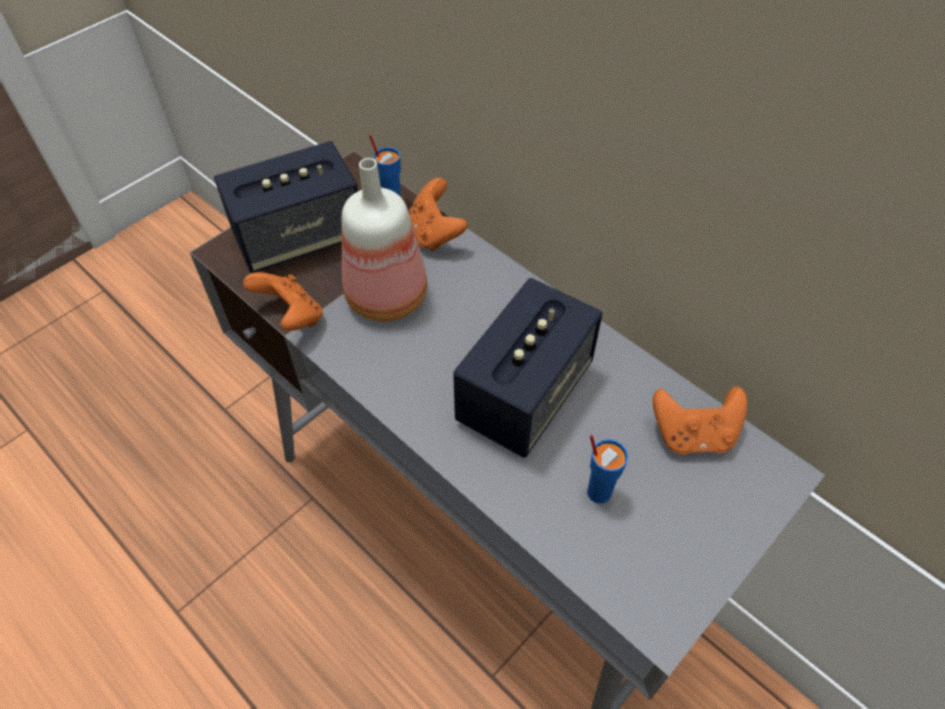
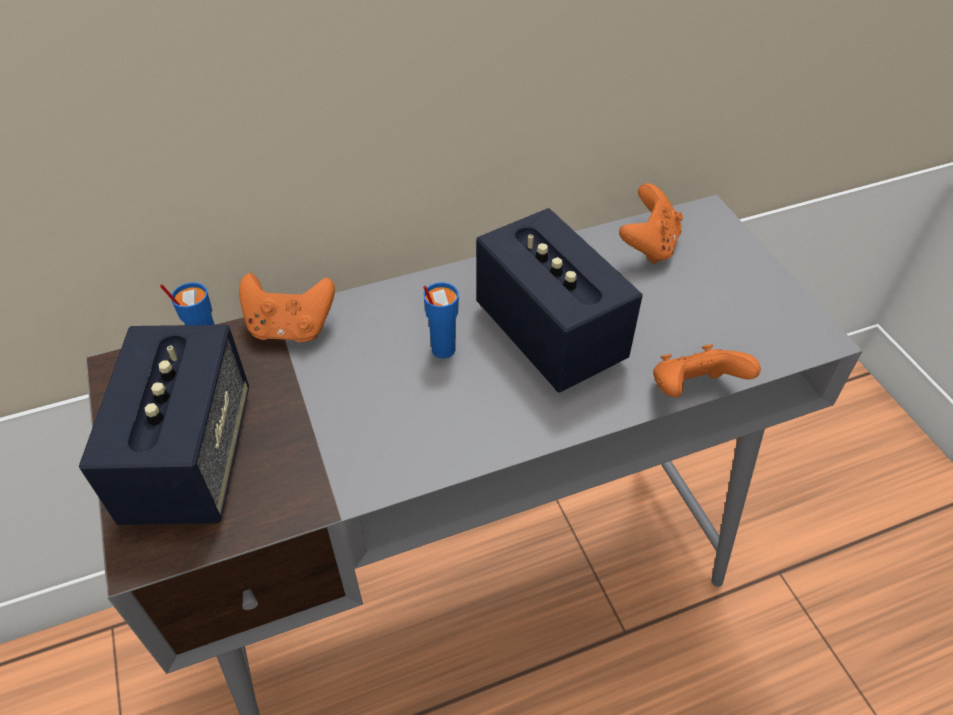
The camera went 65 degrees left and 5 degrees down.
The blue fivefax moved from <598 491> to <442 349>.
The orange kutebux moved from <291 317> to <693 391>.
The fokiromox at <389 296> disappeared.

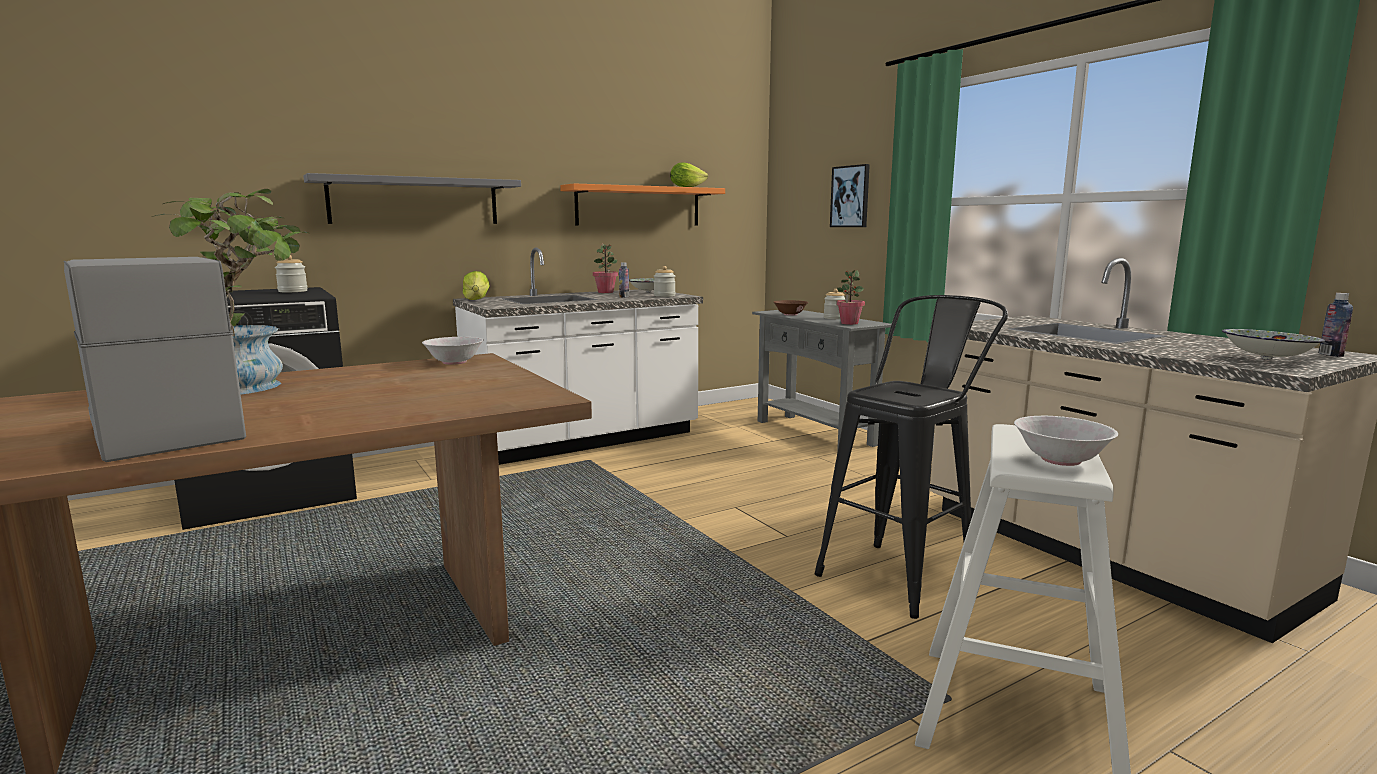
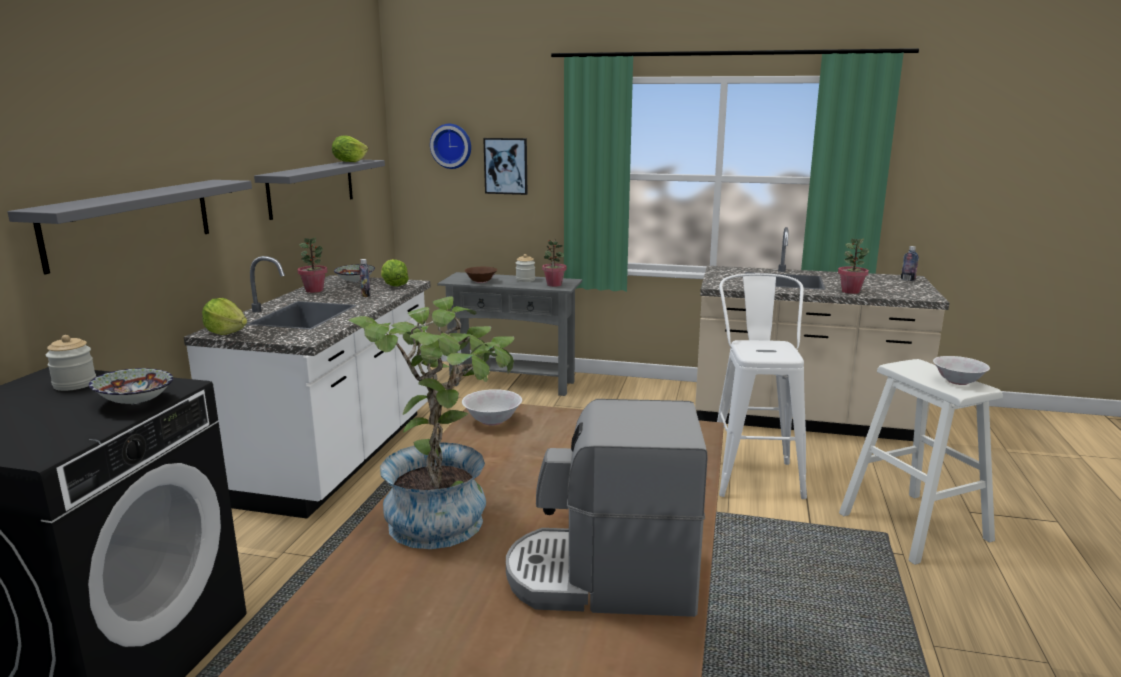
The camera went 45 degrees left and 5 degrees up.
The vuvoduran moved from <1266 359> to <134 403>.
The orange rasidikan at <639 206> became the grey rasidikan at <312 187>.
The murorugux at <664 295> was replaced by the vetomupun at <394 286>.
The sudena at <452 146> appeared.
The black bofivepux at <904 574> became the white bofivepux at <754 473>.
The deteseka at <850 291> appeared.

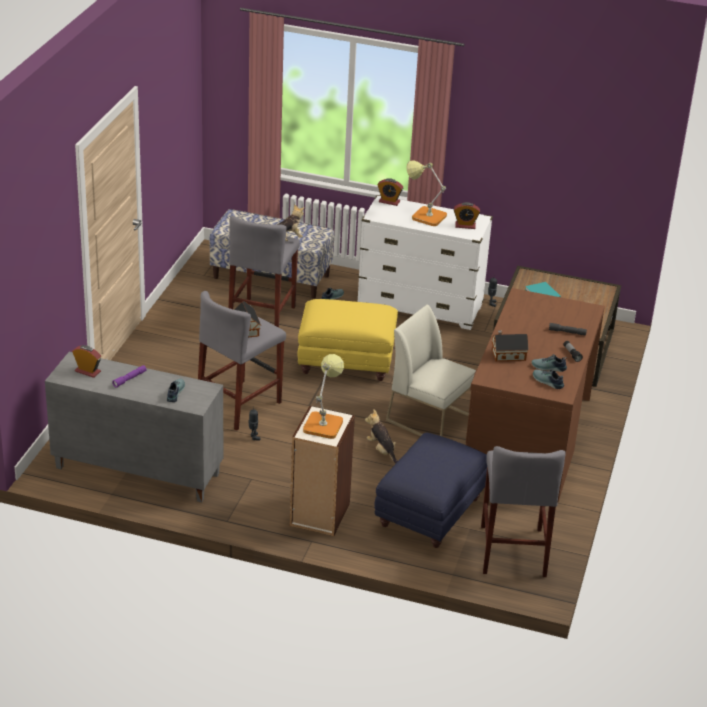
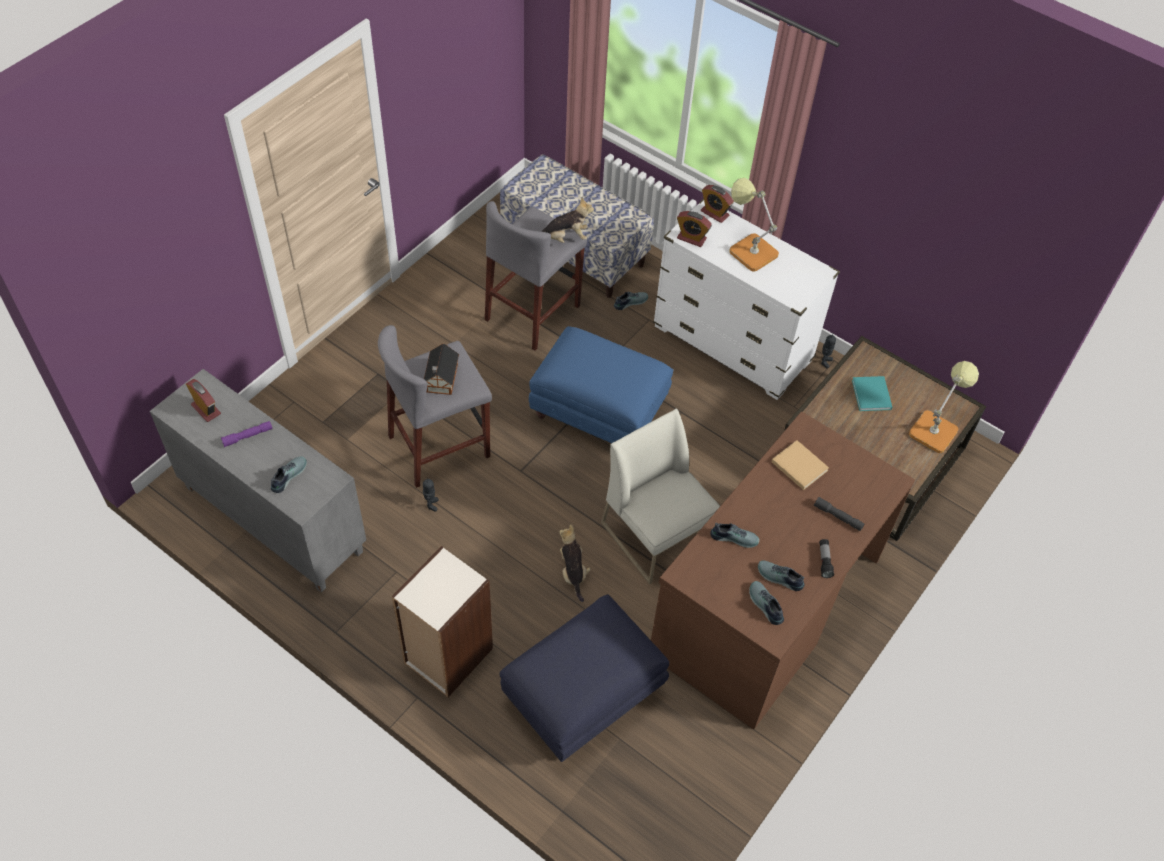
The camera went 20 degrees right and 20 degrees up.
The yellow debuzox at <347 362> became the blue debuzox at <599 412>.
The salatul moved from <465 225> to <691 238>.
The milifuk at <507 355> was replaced by the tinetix at <734 537>.
The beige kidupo at <798 465> appeared.
The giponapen moved from <324 423> to <935 428>.
The grey bofivepux at <512 551> disappeared.

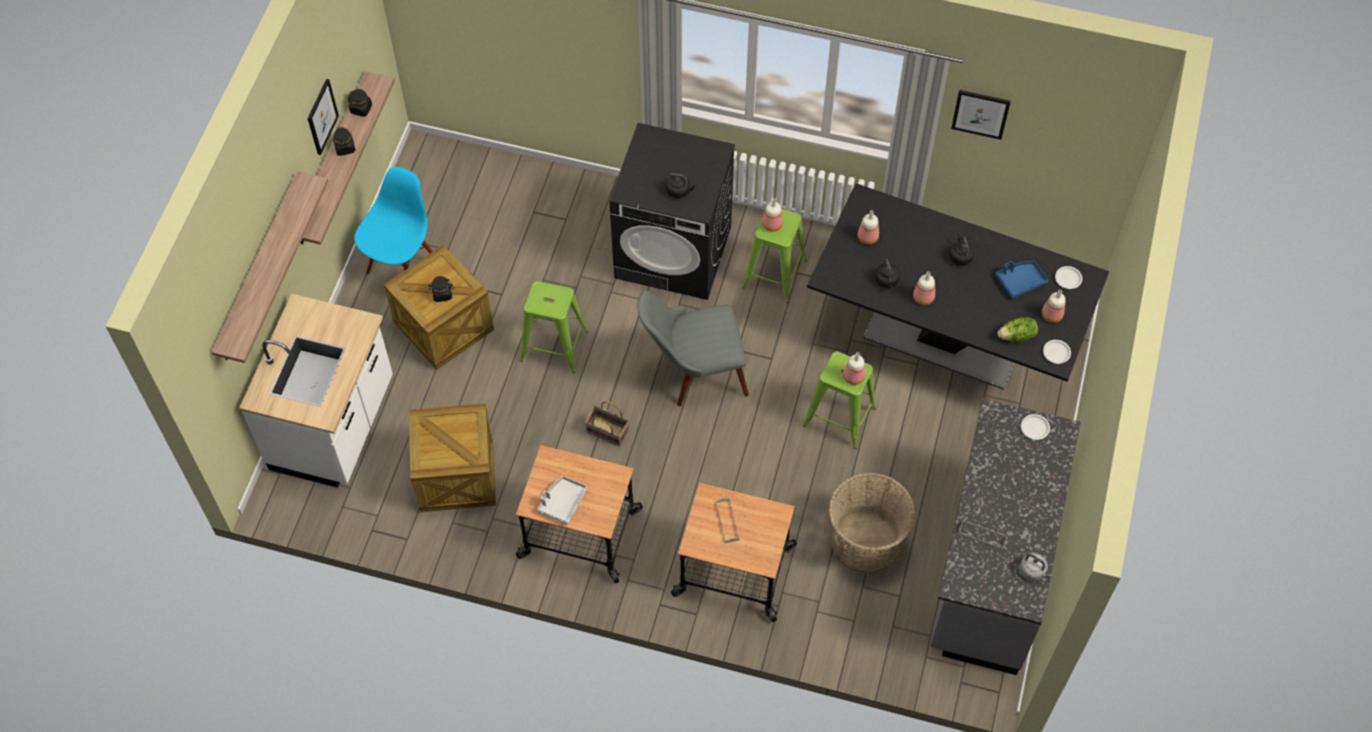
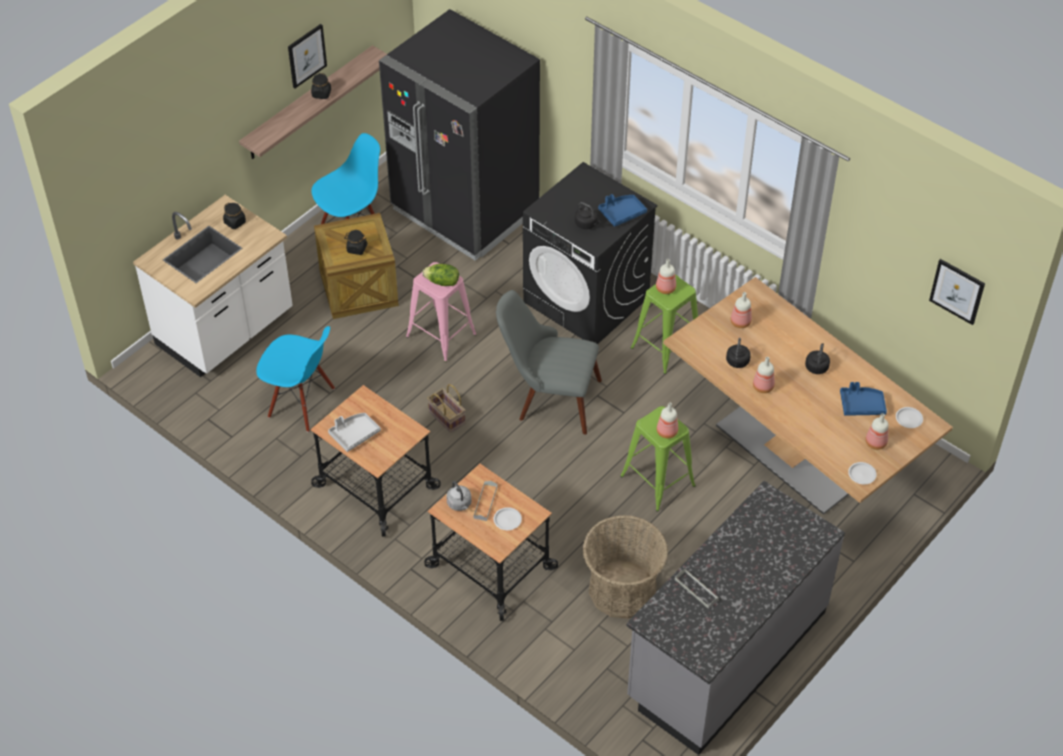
The camera went 25 degrees right and 10 degrees down.
The black murorugux moved from <361 109> to <235 222>.
The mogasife at <456 475> was replaced by the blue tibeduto at <301 403>.
The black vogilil at <465 210> appeared.
The green bofivepux at <554 346> became the pink bofivepux at <441 336>.
The vetomupun moved from <1017 336> to <442 282>.
The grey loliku moved from <1033 571> to <460 504>.
The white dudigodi moved from <1034 428> to <507 520>.
The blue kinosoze at <622 213> appeared.
The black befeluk at <944 336> became the beige befeluk at <793 451>.
The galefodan moved from <980 113> to <957 291>.
The rasidikan at <259 269> disappeared.

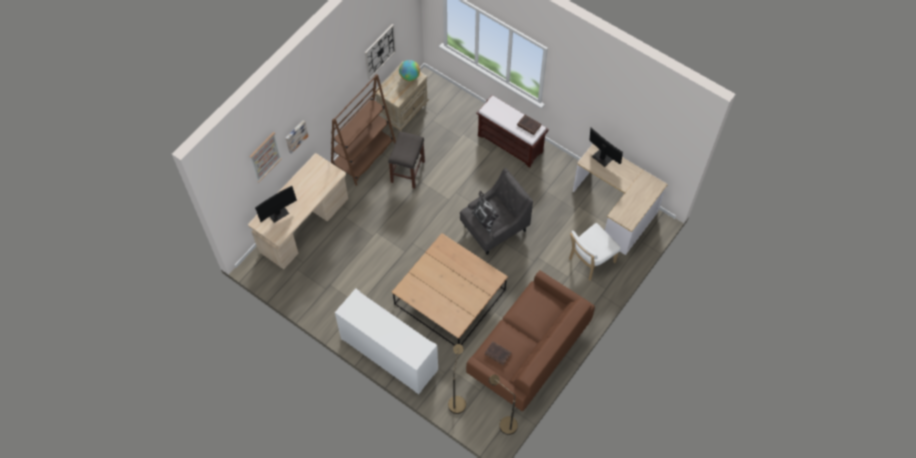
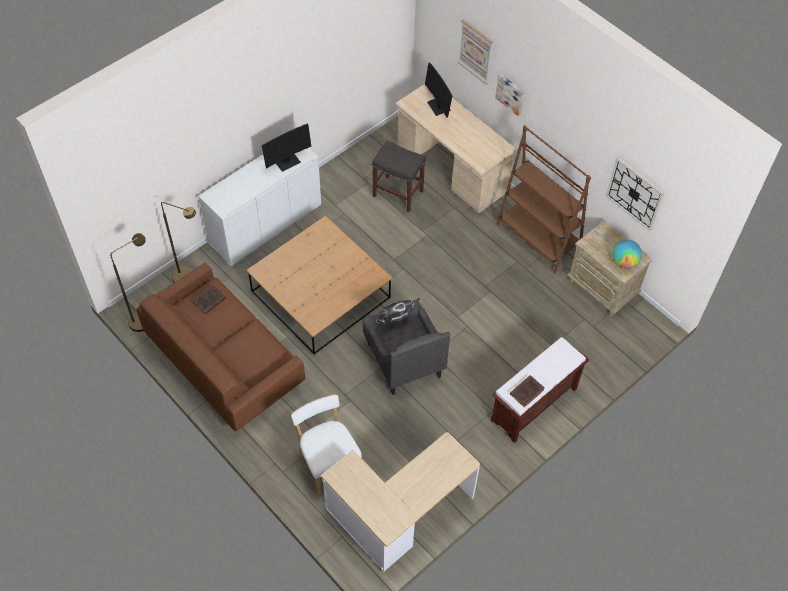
The camera went 100 degrees right and 5 degrees down.
The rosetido moved from <602 158> to <287 162>.
The grey bofivepux moved from <408 172> to <397 193>.

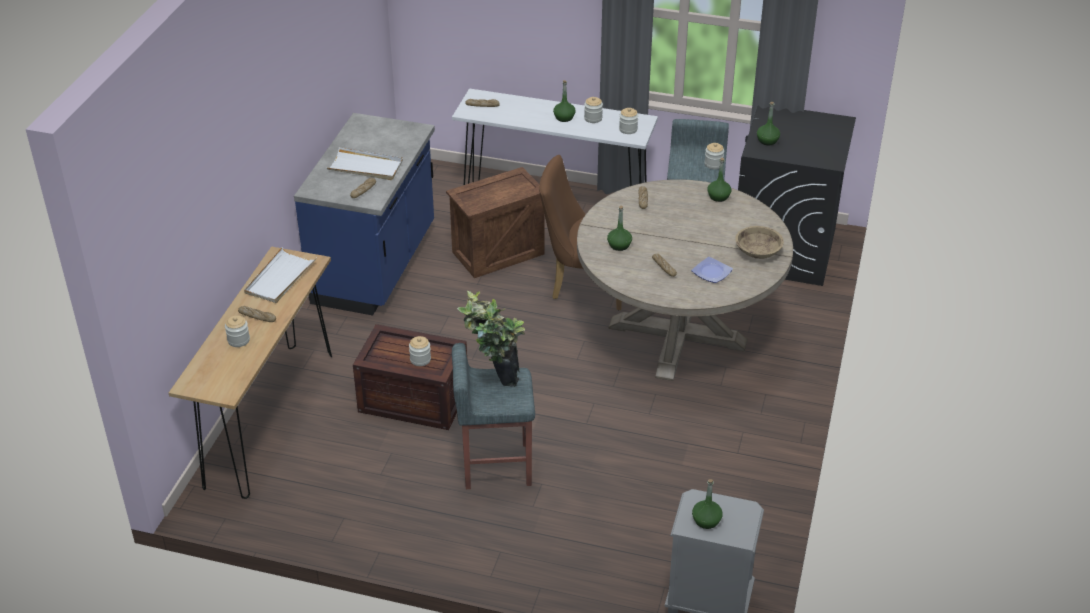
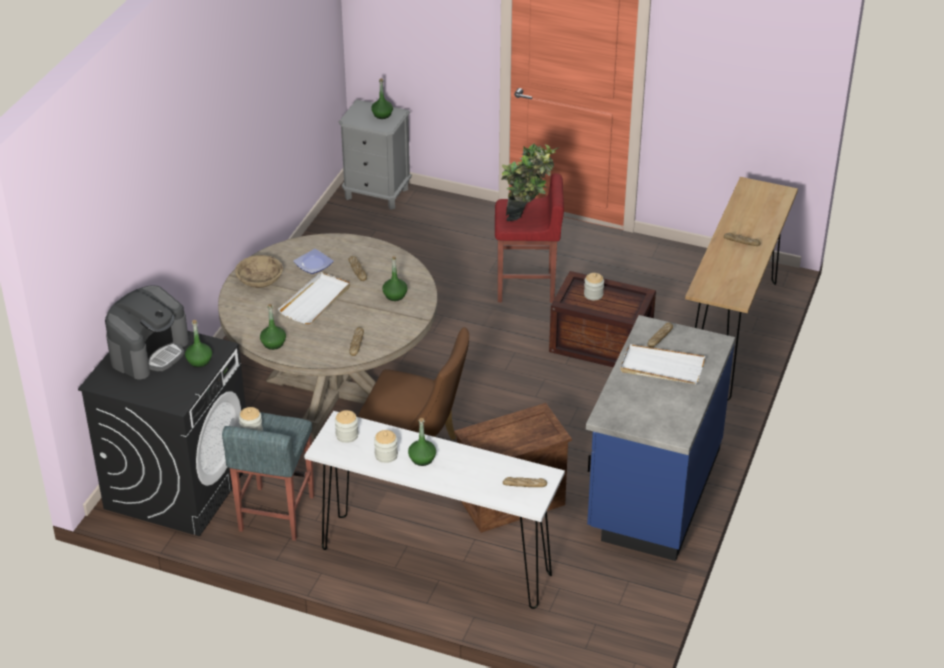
The camera went 175 degrees left and 0 degrees up.
The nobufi at <149 352> appeared.
The white kinosoze moved from <280 278> to <315 300>.
The grey bofivepux at <495 466> became the red bofivepux at <527 287>.
The murorugux at <238 340> disappeared.

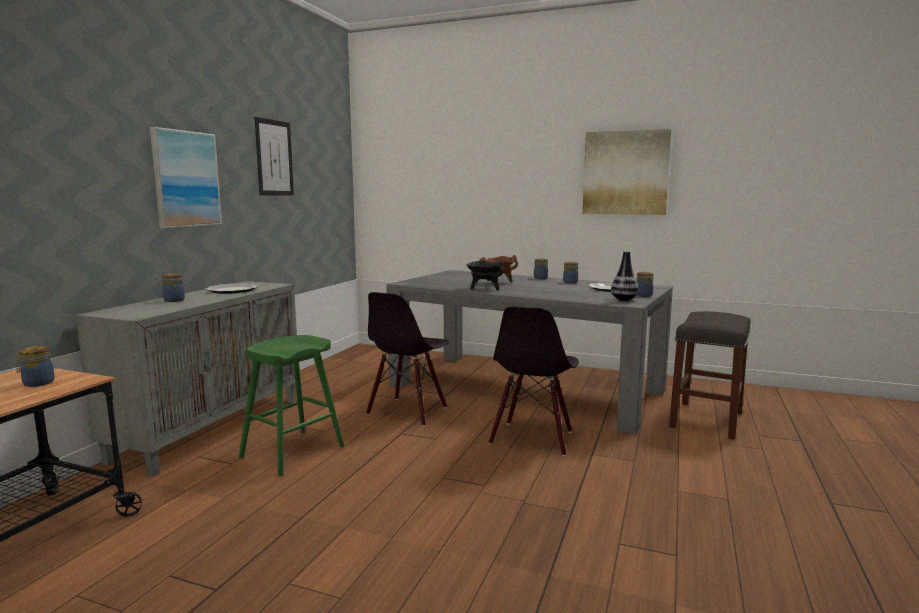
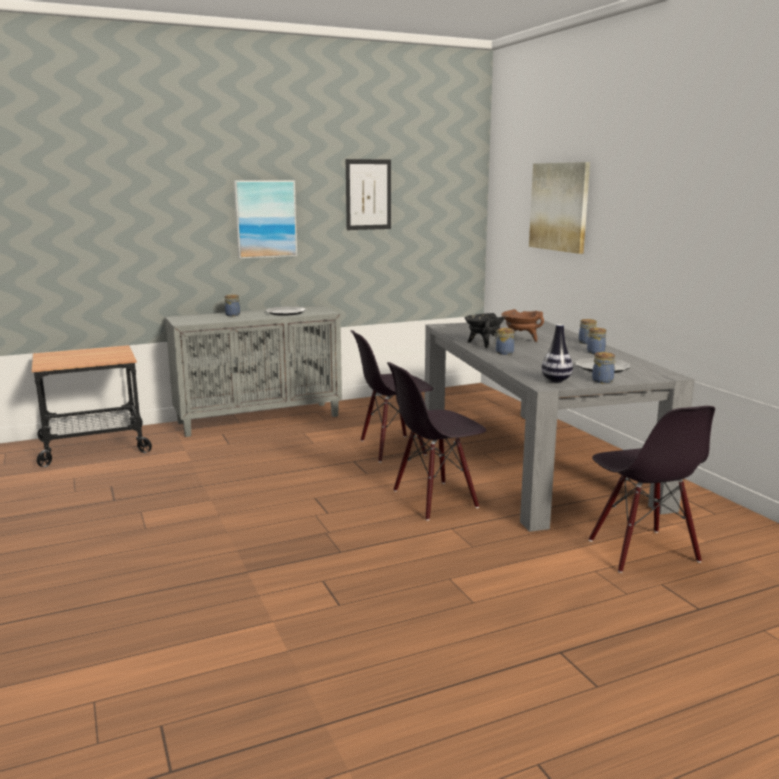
The camera went 45 degrees right and 5 degrees up.
The murorugux moved from <37 383> to <503 353>.
The galefodan moved from <625 173> to <559 207>.
The grey bofivepux at <707 420> was replaced by the black tibeduto at <641 551>.
The green bofivepux at <292 452> disappeared.

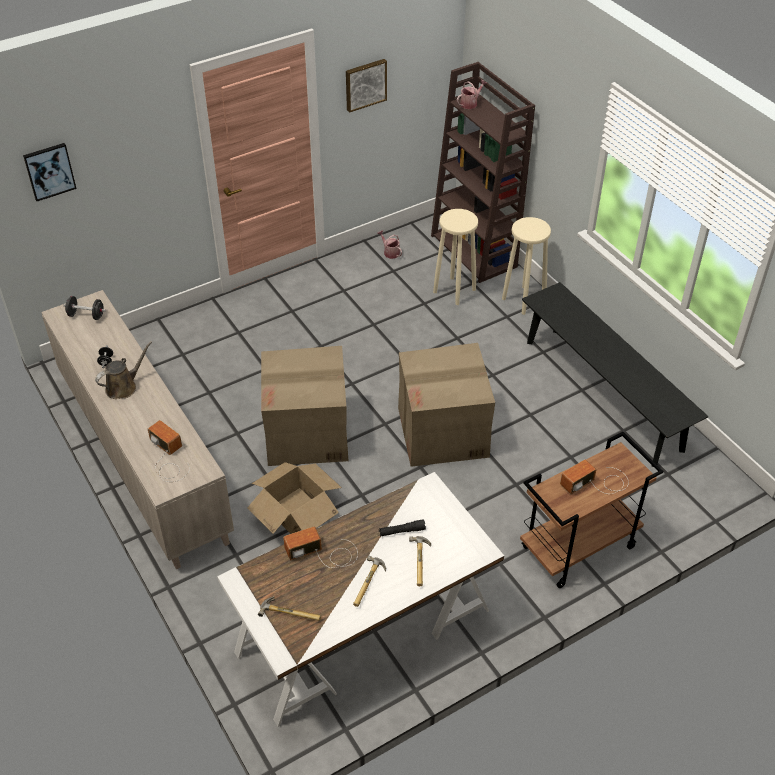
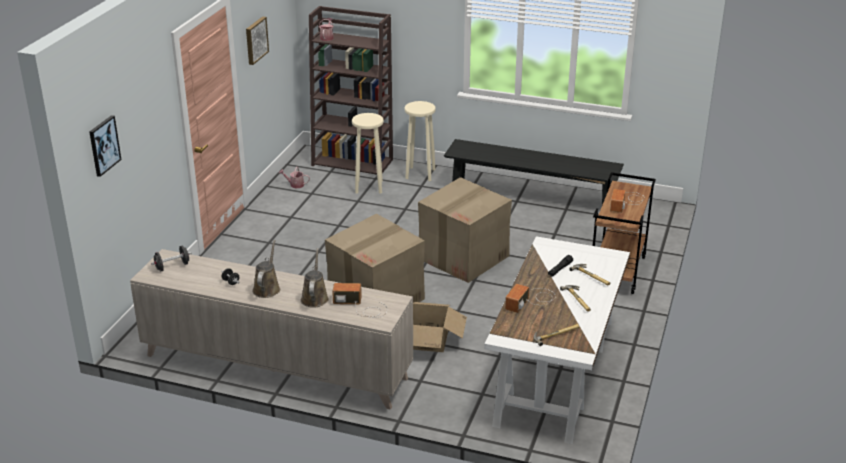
The camera went 40 degrees left and 15 degrees down.
The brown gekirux at <315 297> appeared.

